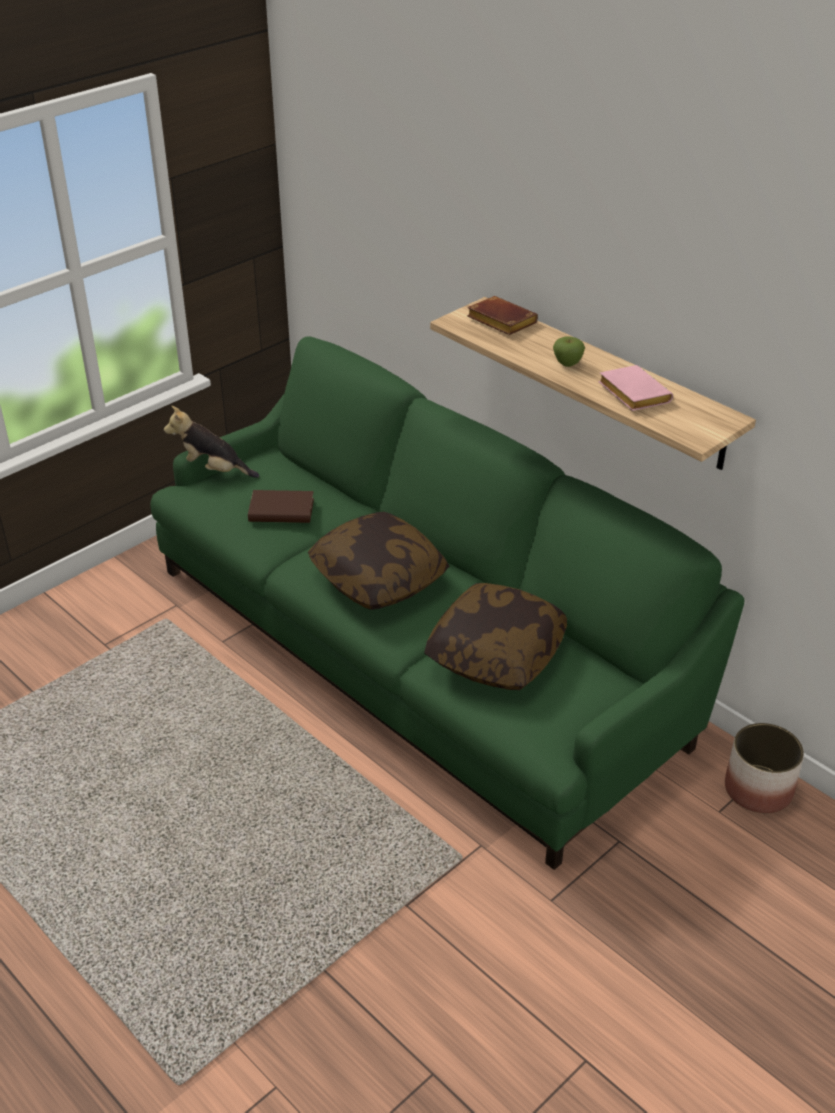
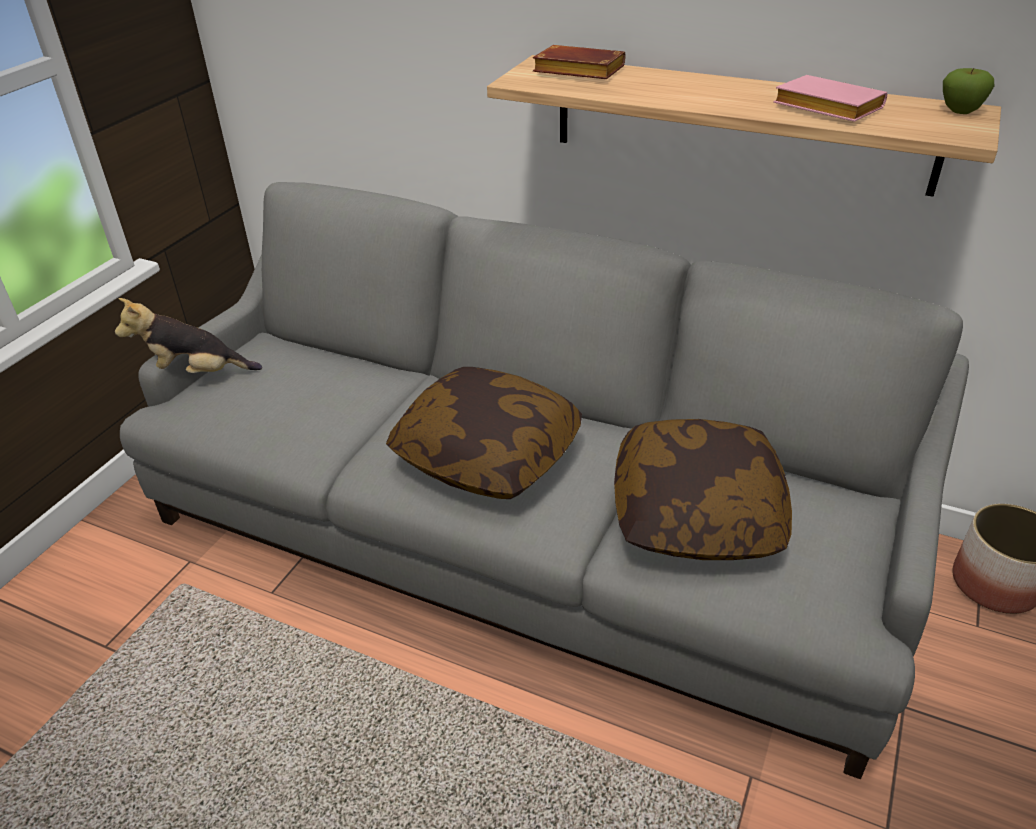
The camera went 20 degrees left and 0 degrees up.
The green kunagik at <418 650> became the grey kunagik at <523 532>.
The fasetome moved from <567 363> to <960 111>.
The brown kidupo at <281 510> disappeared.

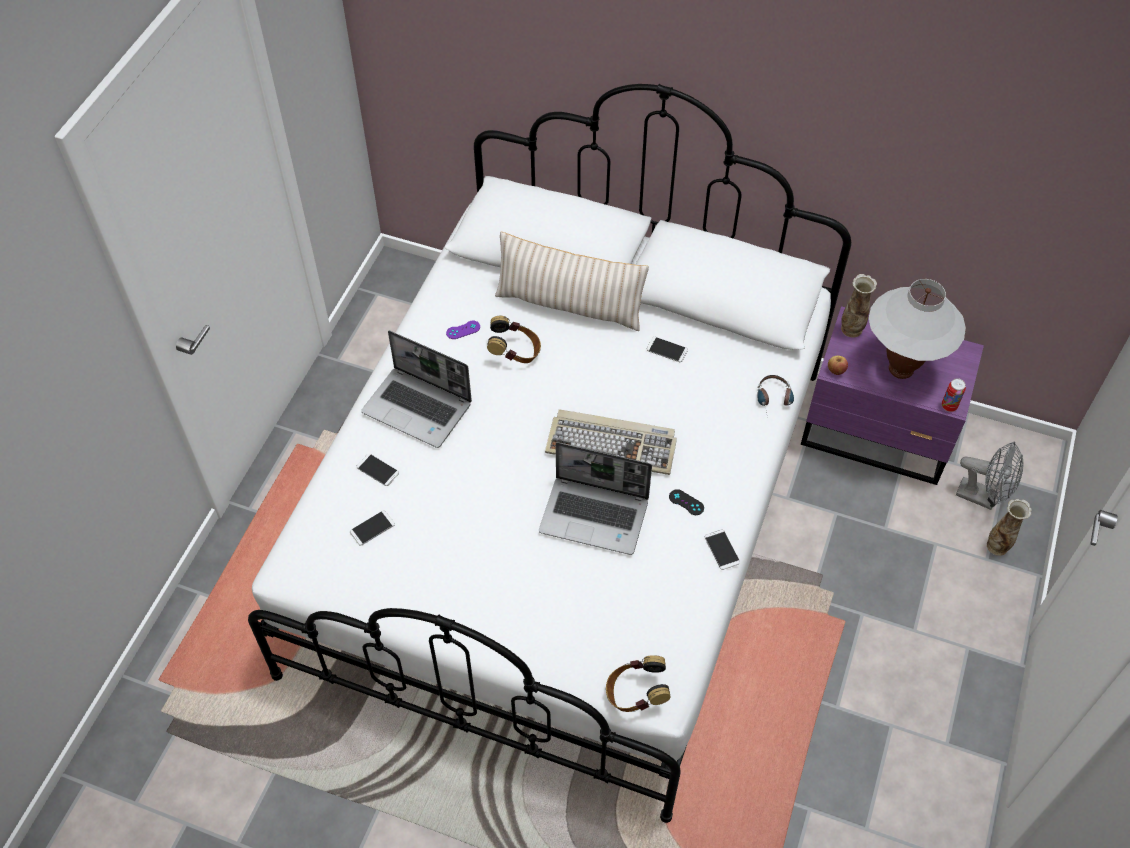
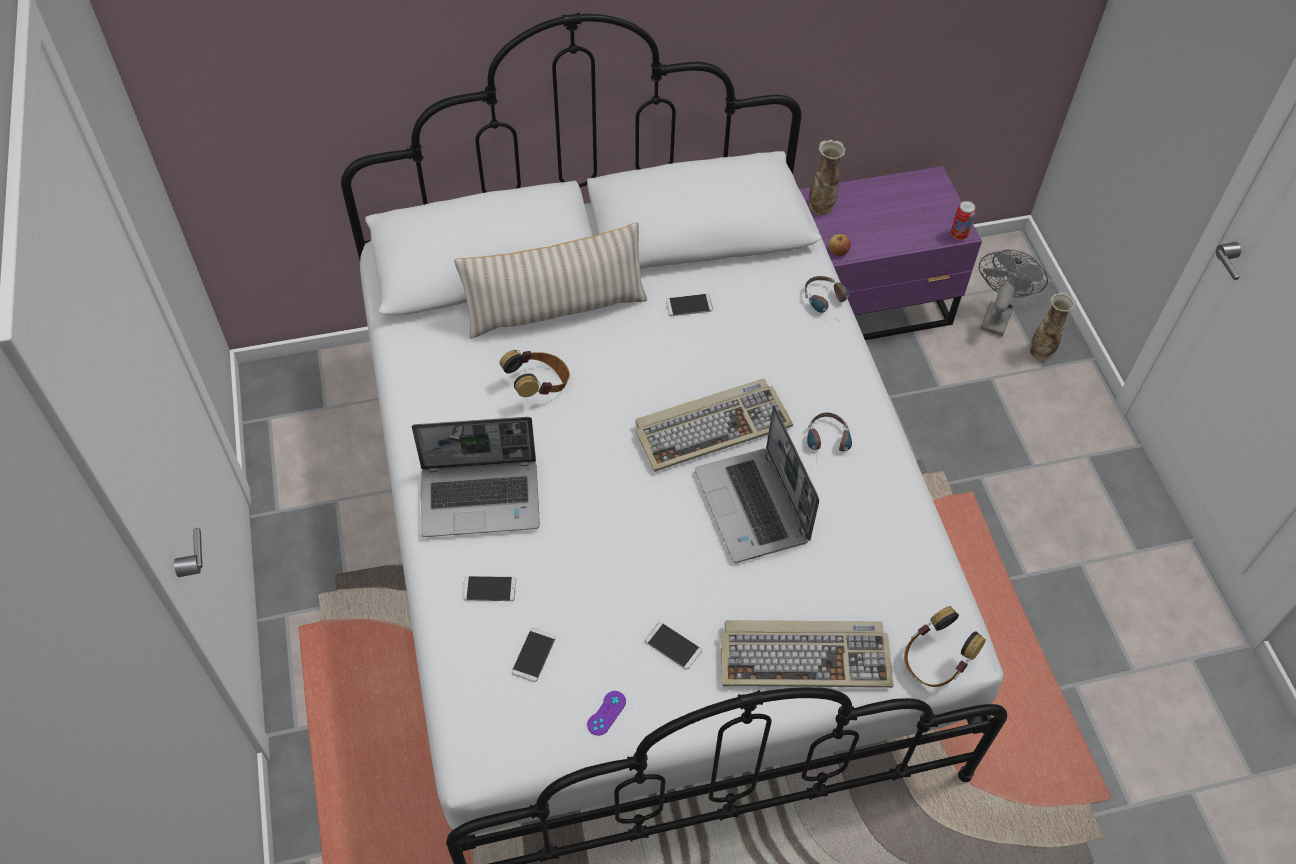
The camera went 35 degrees left and 0 degrees up.
The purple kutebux moved from <463 330> to <606 713>.
The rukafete moved from <722 550> to <673 646>.
The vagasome at <595 516> turned 90 degrees clockwise.
The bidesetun at <805 656> appeared.
The black kutebux at <686 502> was replaced by the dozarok at <828 445>.
The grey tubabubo at <983 497> turned 60 degrees counterclockwise.
The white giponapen at <901 370> disappeared.

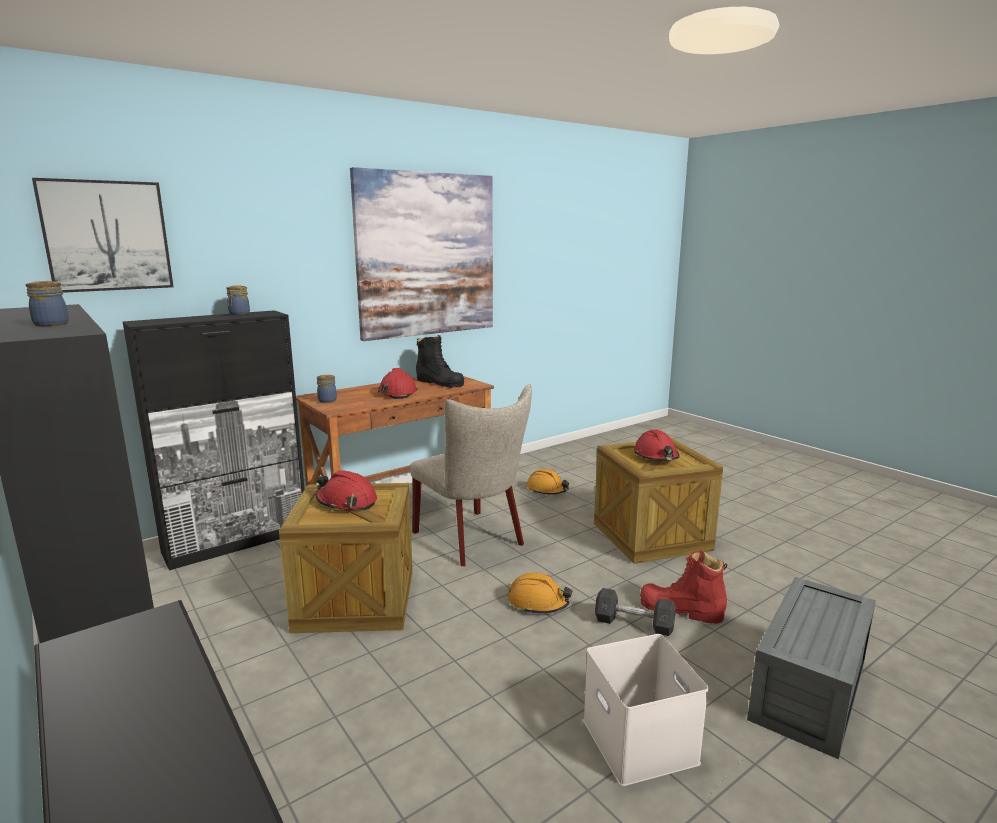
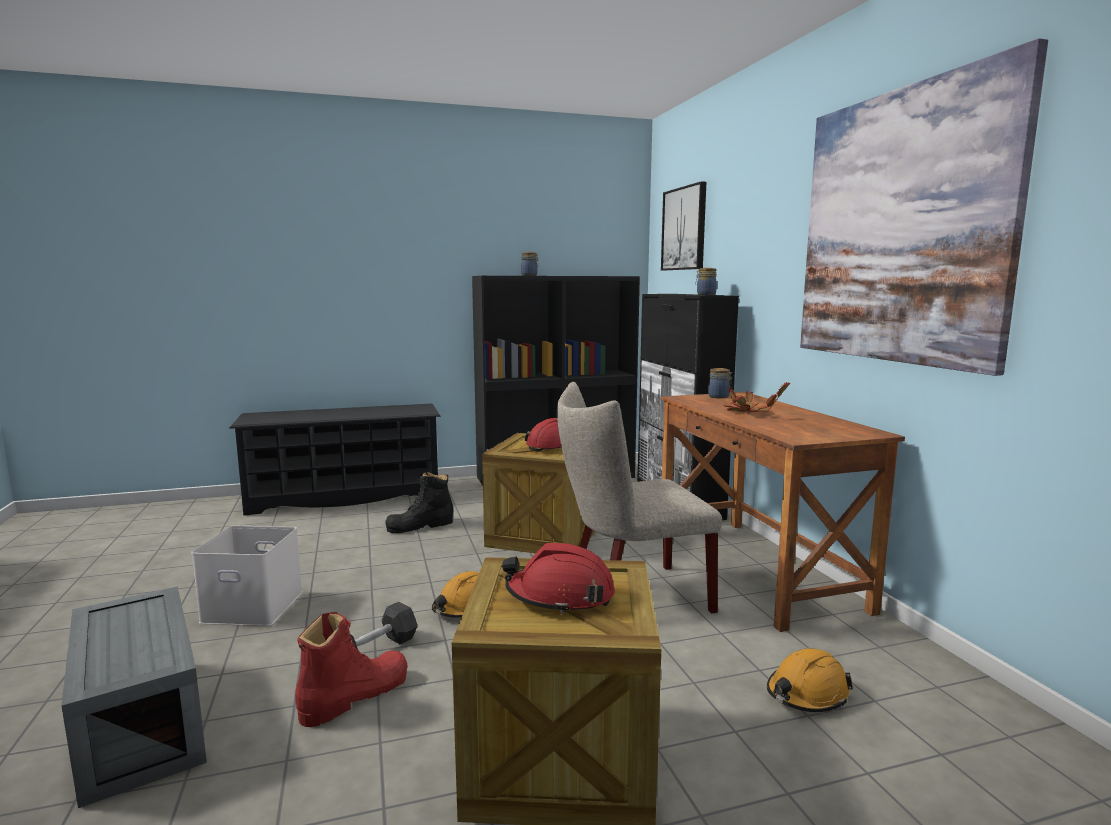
The camera went 110 degrees right and 5 degrees down.
The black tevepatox moved from <439 383> to <420 526>.
The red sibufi at <397 393> was replaced by the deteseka at <749 412>.

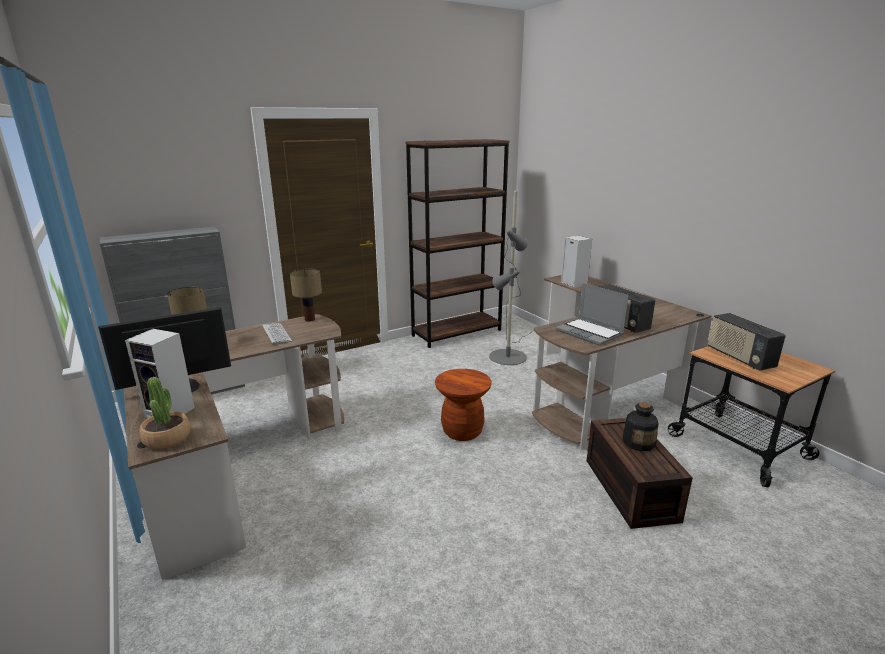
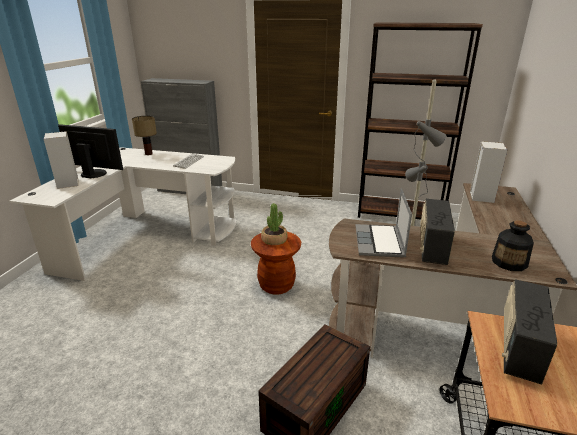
The camera went 45 degrees right and 5 degrees up.
The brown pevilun at <235 461> became the white pevilun at <147 236>.
The deteseka moved from <167 438> to <274 240>.
The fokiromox moved from <638 442> to <509 262>.
The giponapen at <309 319> disappeared.

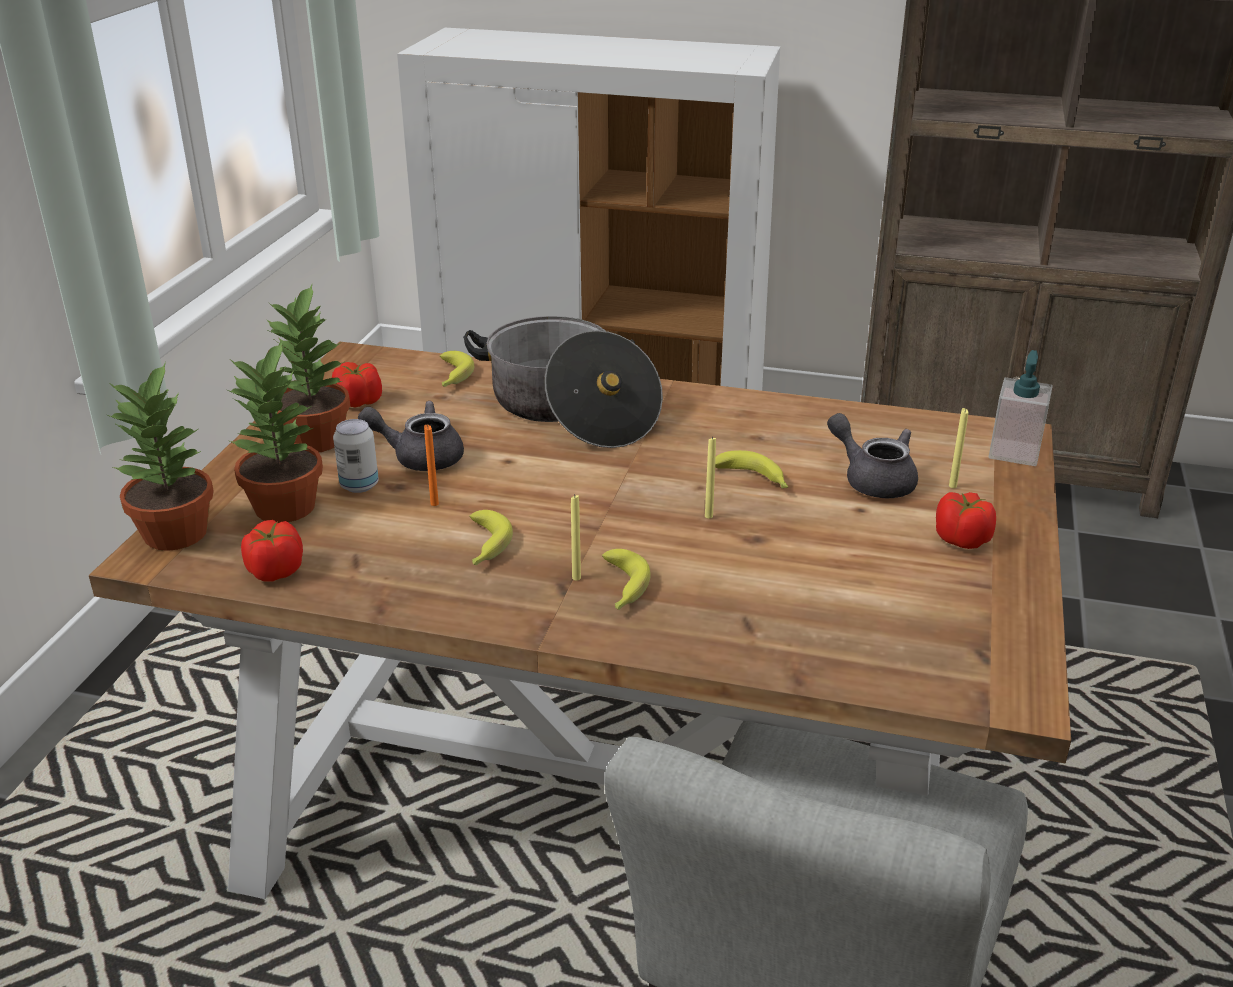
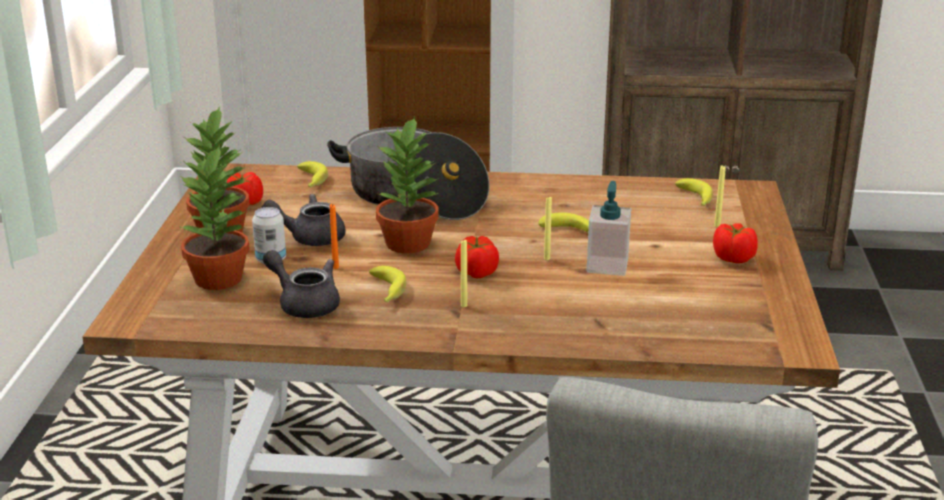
The camera went 10 degrees left and 5 degrees down.
The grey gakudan moved from <873 479> to <304 304>.
The deteseka moved from <177 533> to <409 243>.
The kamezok moved from <275 571> to <477 273>.
The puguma moved from <1014 451> to <607 265>.
The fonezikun moved from <622 589> to <695 199>.

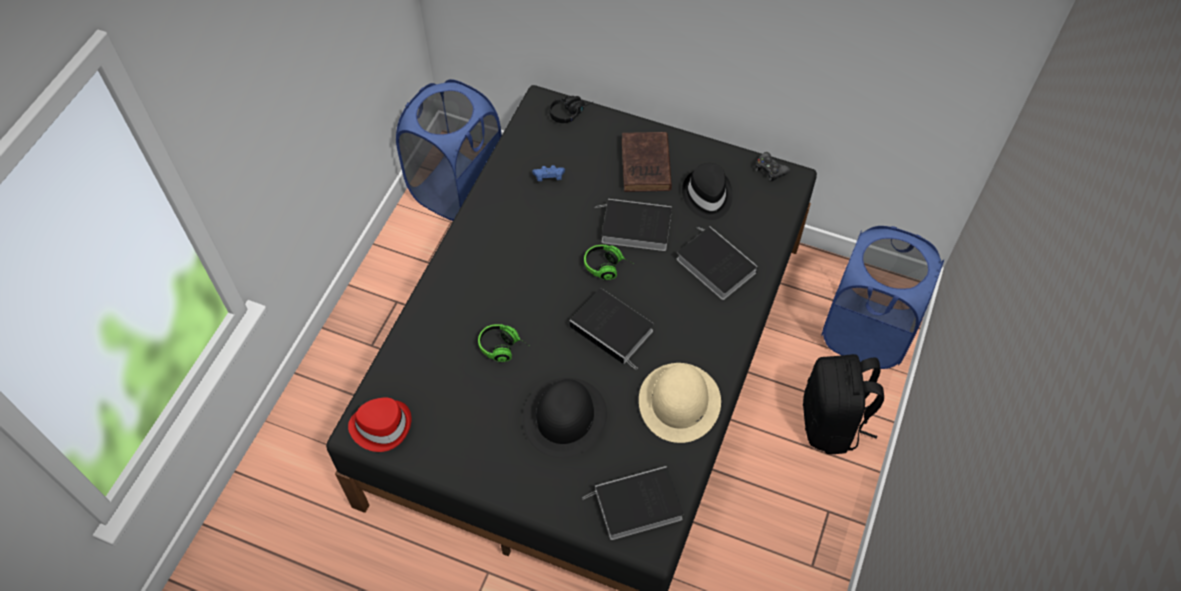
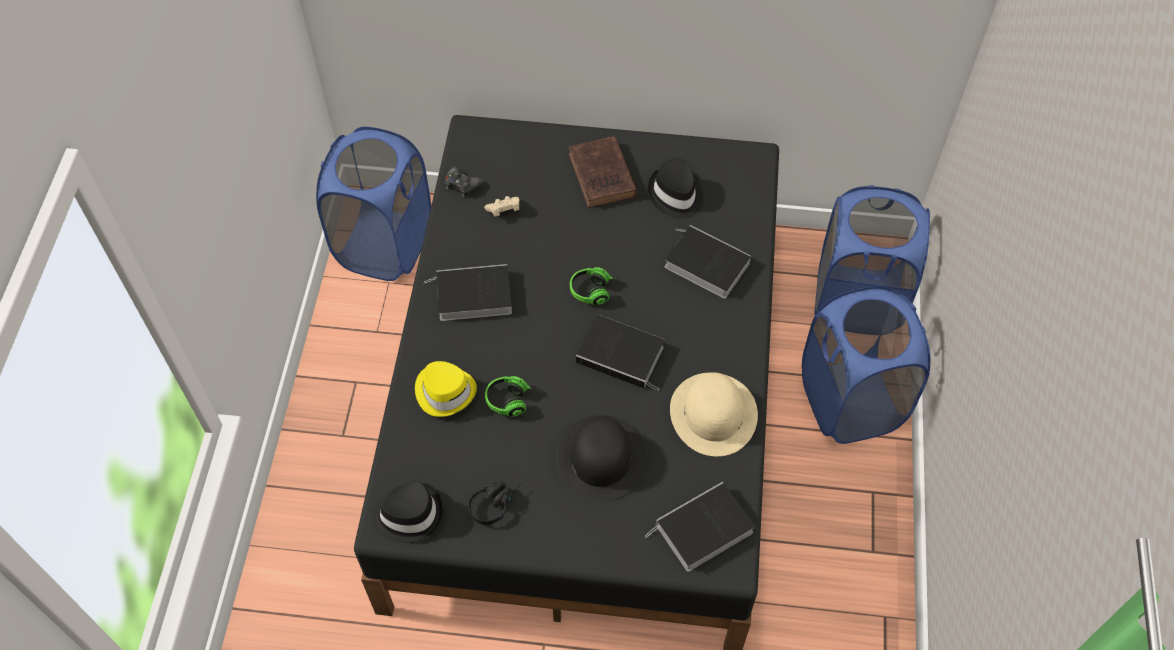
The camera went 15 degrees left and 0 degrees up.
The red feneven at <381 425> became the black feneven at <408 514>.
The yellow feneven at <445 391> appeared.
The kidupo moved from <634 228> to <471 296>.
The black kutebux moved from <770 170> to <462 185>.
The black dozarok moved from <571 112> to <495 502>.
The blue kutebux at <549 178> became the beige kutebux at <504 210>.
The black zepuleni at <832 423> was replaced by the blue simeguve at <850 402>.

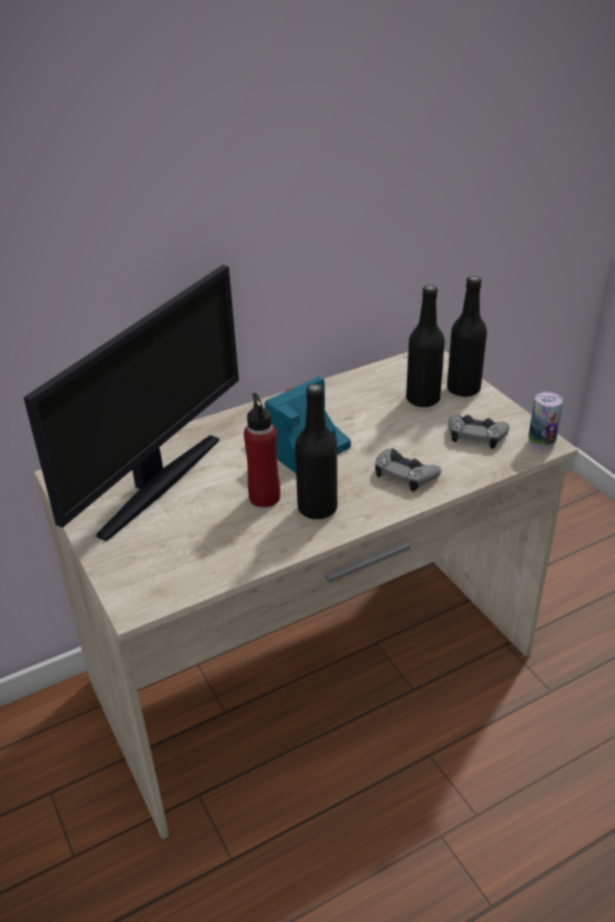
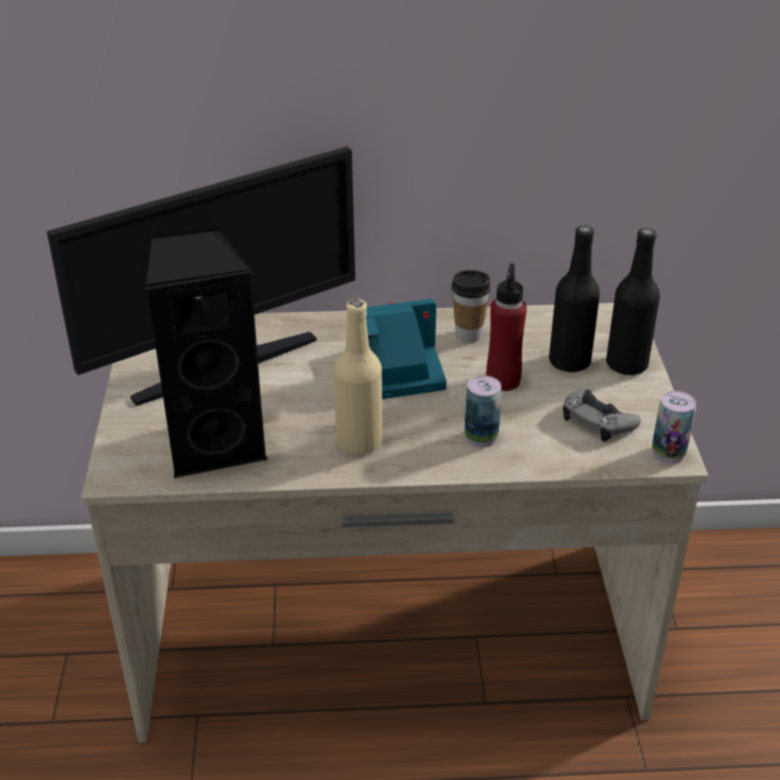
The camera went 25 degrees right and 0 degrees up.
The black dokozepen at <215 444> appeared.
The black fokiromox at <317 508> became the beige fokiromox at <359 442>.
The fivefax at <468 335> appeared.
The grey kutebux at <405 474> was replaced by the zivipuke at <481 437>.
The red fokiromox moved from <264 497> to <503 380>.

